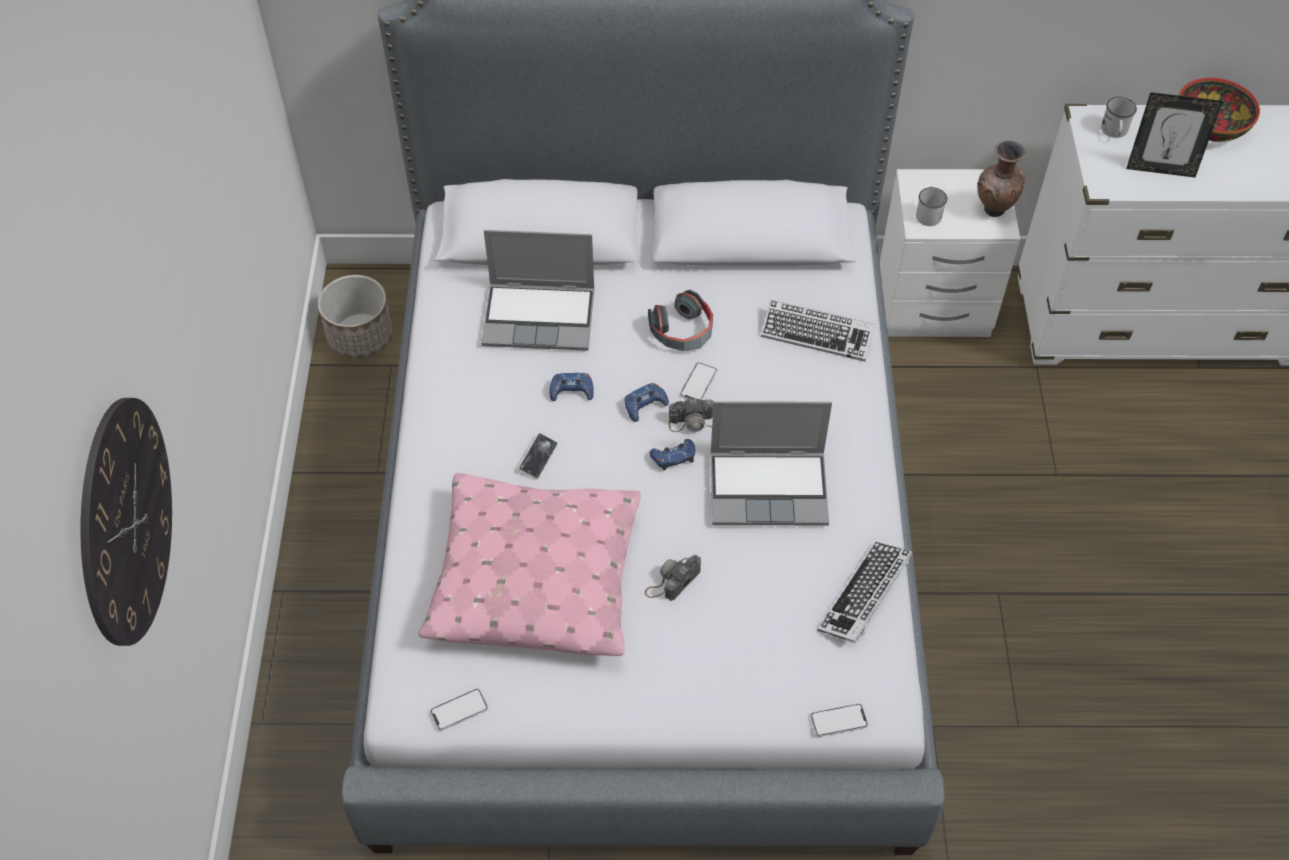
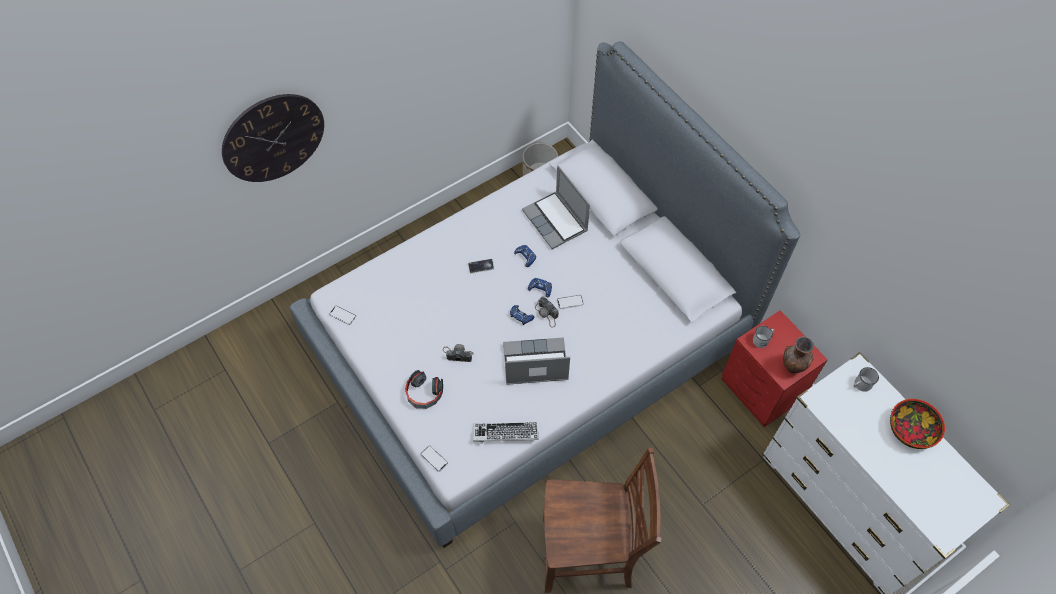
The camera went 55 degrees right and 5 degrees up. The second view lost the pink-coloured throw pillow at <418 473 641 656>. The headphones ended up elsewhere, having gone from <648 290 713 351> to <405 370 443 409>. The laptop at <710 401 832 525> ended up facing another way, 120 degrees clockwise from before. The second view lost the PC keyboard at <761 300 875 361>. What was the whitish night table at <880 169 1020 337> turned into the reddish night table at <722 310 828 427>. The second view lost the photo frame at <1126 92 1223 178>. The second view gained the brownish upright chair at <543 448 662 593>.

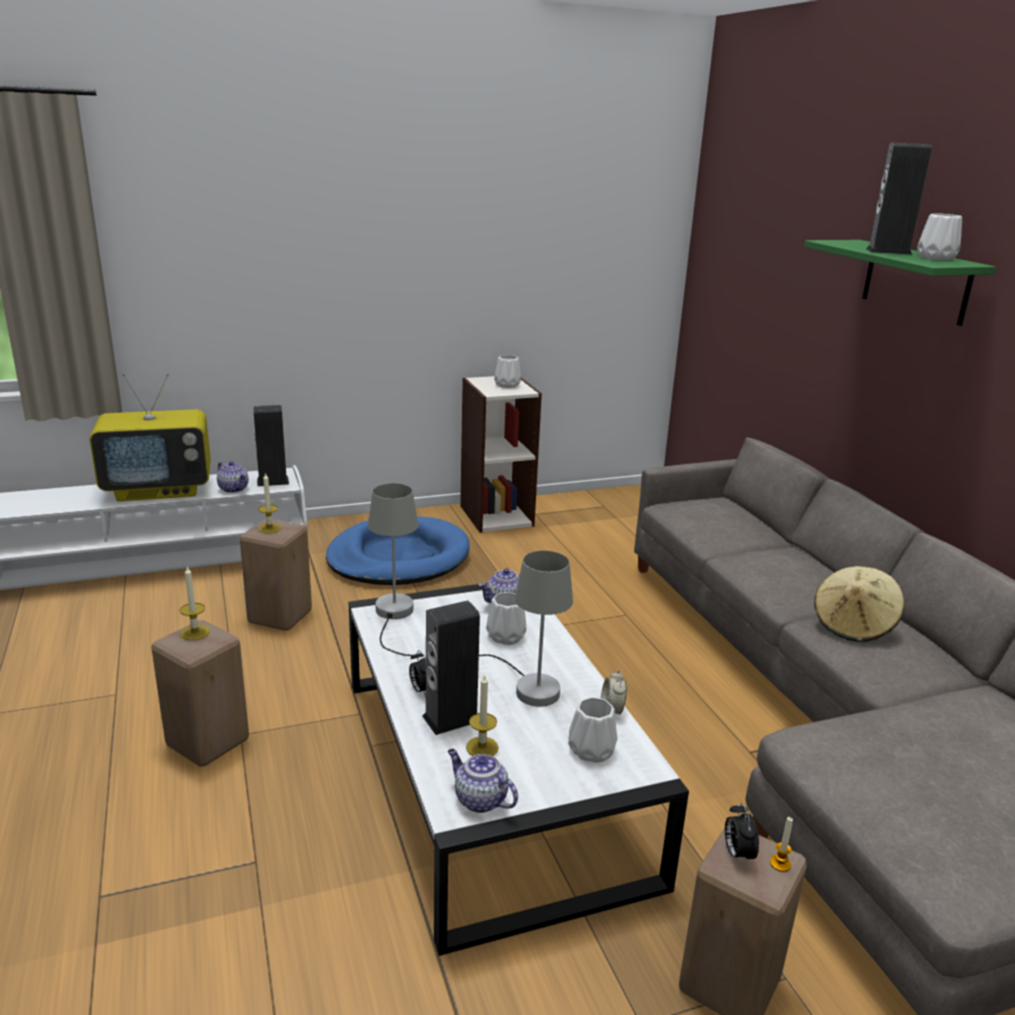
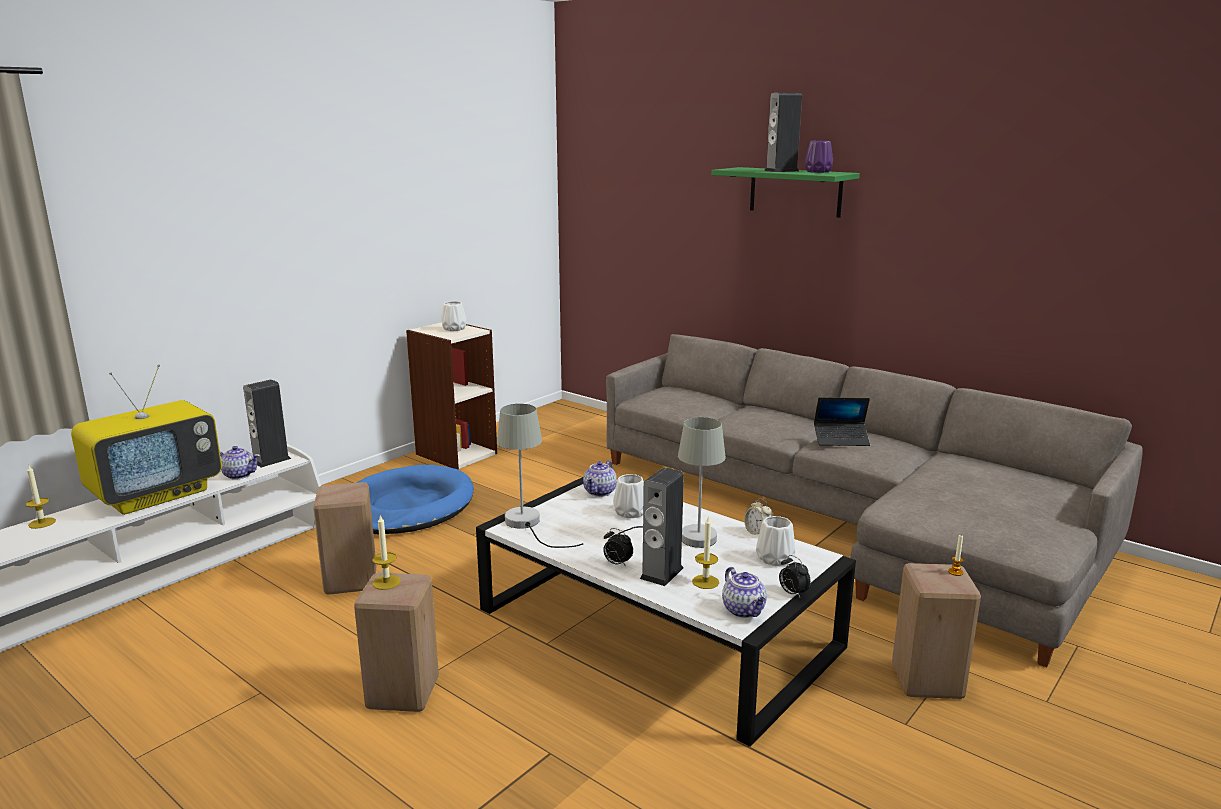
The camera went 30 degrees left and 5 degrees down. The wax candle ended up elsewhere, having gone from <258 472 281 533> to <26 466 56 529>. The pot for tea at <448 749 518 813> ended up facing another way, 120 degrees counterclockwise from before. The alarm clock ended up elsewhere, having gone from <725 803 759 865> to <779 555 811 598>. Where the beige-coloured hat stood at <814 566 904 642>, the laptop came to stand at <814 397 870 446>. What was the whitish flower vase at <917 214 962 261> turned into the purple-coloured flower vase at <805 141 833 173>.

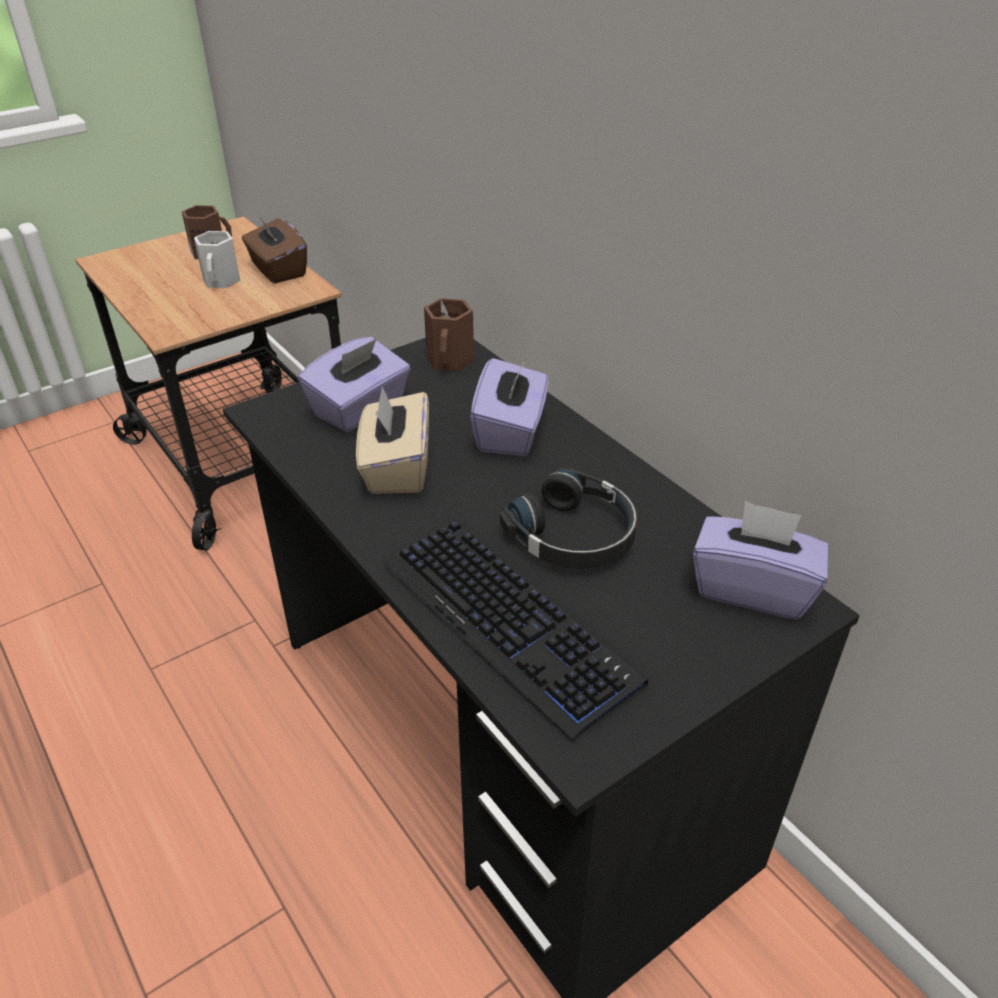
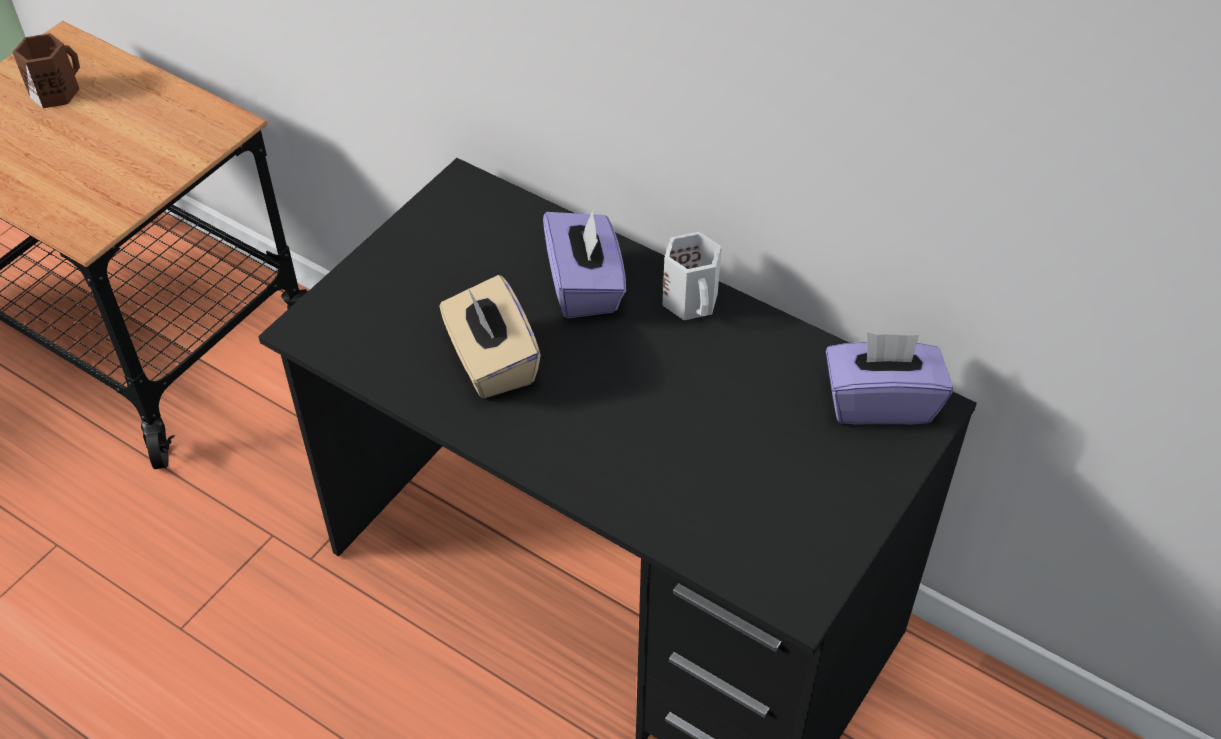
The camera went 20 degrees left and 10 degrees up. The whitish coffee mug ended up elsewhere, having gone from <194 231 241 288> to <662 232 722 320>. The second view lost the brownish tissue holder at <242 216 307 284>. The second view lost the purple-coloured tissue holder at <298 337 410 432>. The second view lost the PC keyboard at <384 520 648 739>. The second view lost the brownish coffee mug at <424 298 474 371>. The second view lost the black-coloured headphones at <500 468 637 569>.

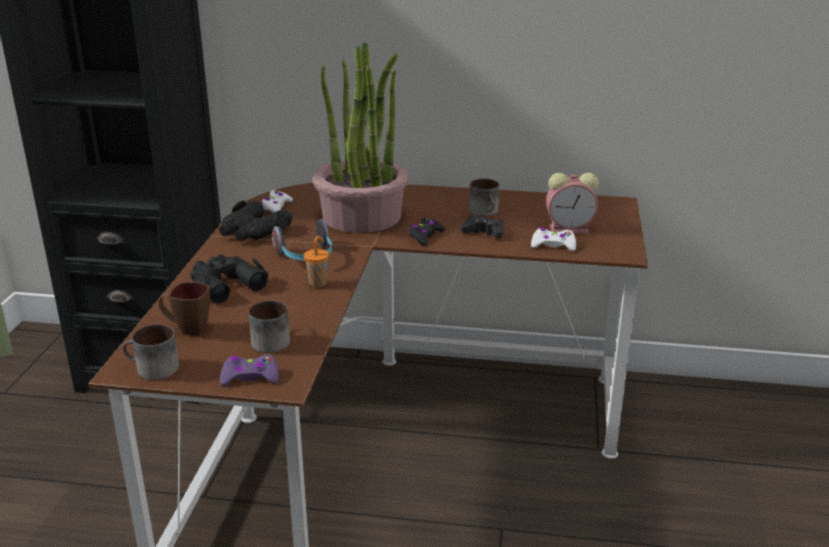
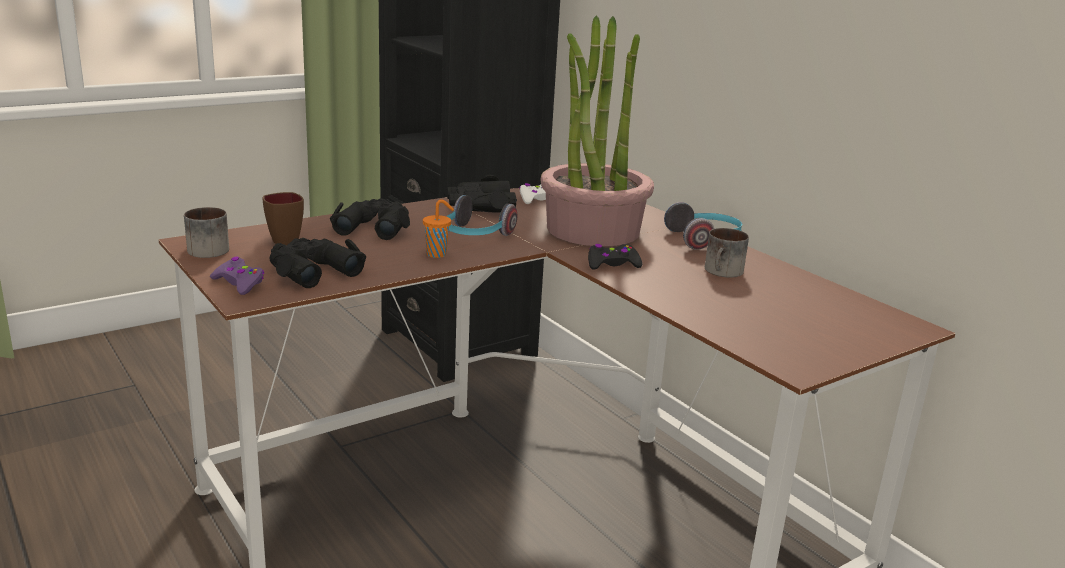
The camera went 45 degrees right and 5 degrees down. Where the coffee mug stood at <248 300 290 353>, the black-coloured binoculars came to stand at <270 238 366 288>. The second view lost the black-coloured game controller at <460 215 503 239>. The second view lost the whitish game controller at <531 227 576 251>. The second view lost the alarm clock at <546 173 599 234>. The second view gained the headphones at <664 202 742 250>.

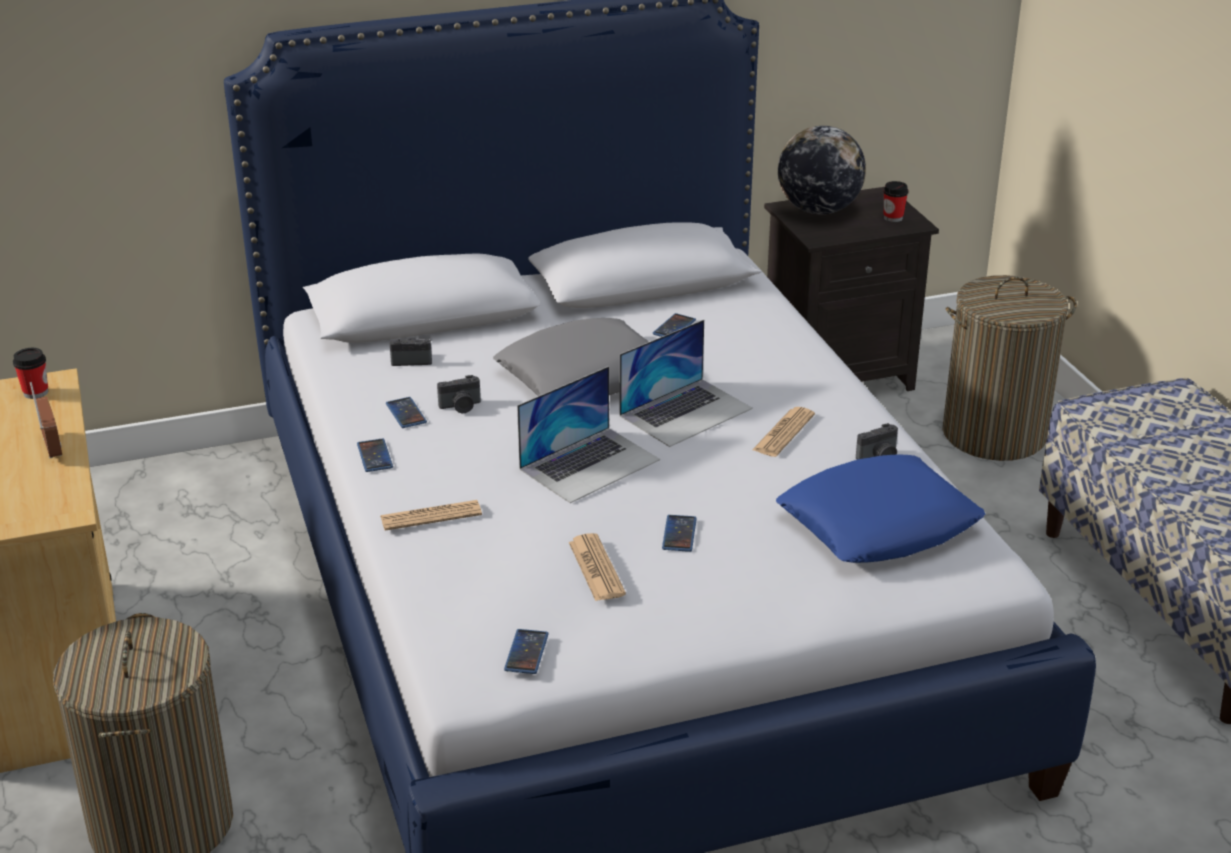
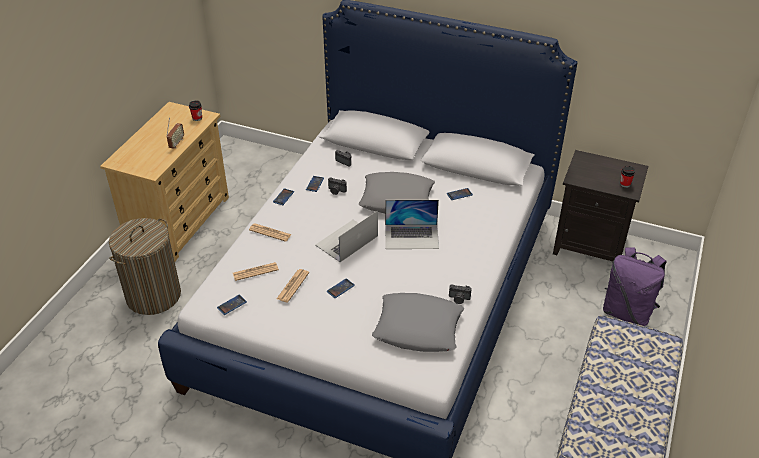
The camera went 40 degrees right and 10 degrees up. The laptop at <517 366 660 503> ended up facing another way, 135 degrees clockwise from before. The printed paper ended up elsewhere, having gone from <752 407 815 457> to <233 262 279 281>. What was the bluish throw pillow at <776 455 985 563> turned into the gray throw pillow at <372 293 464 352>. The second view lost the globe at <778 125 866 214>. Where the hamper stood at <942 275 1077 461>, the purple-coloured rucksack came to stand at <603 247 667 326>.

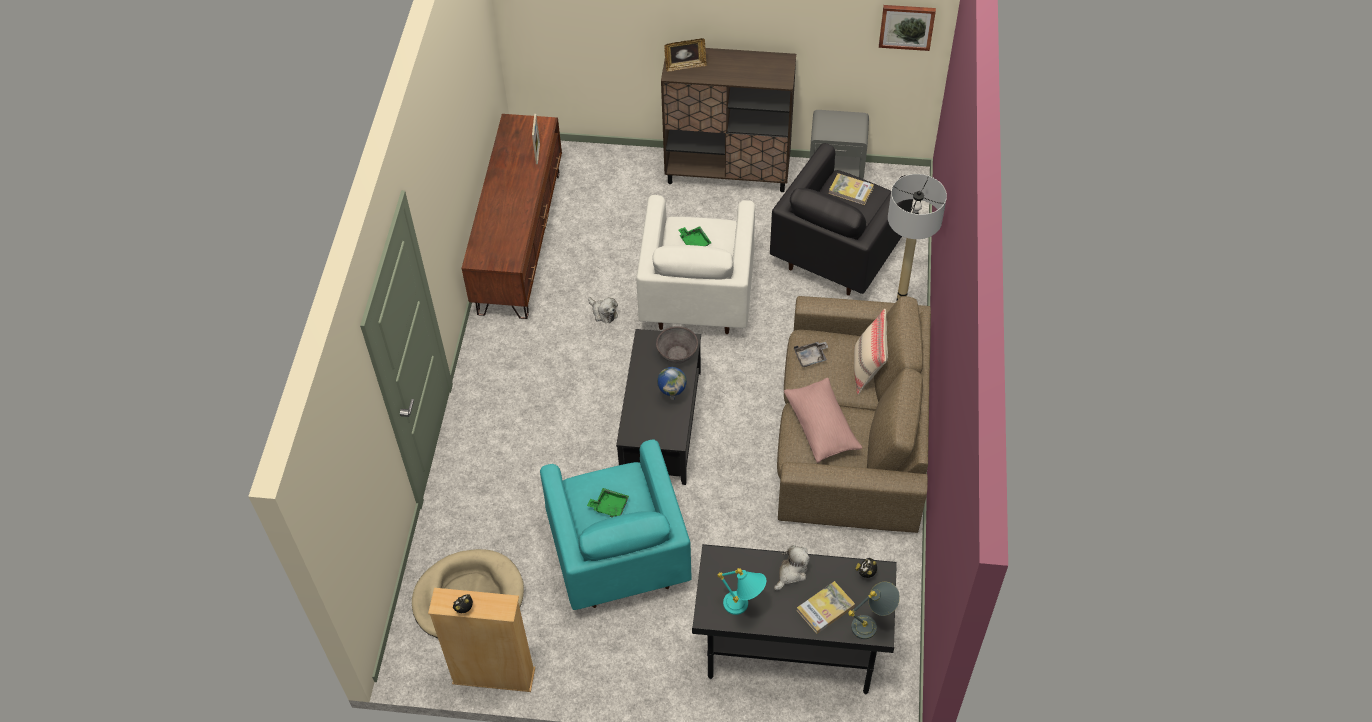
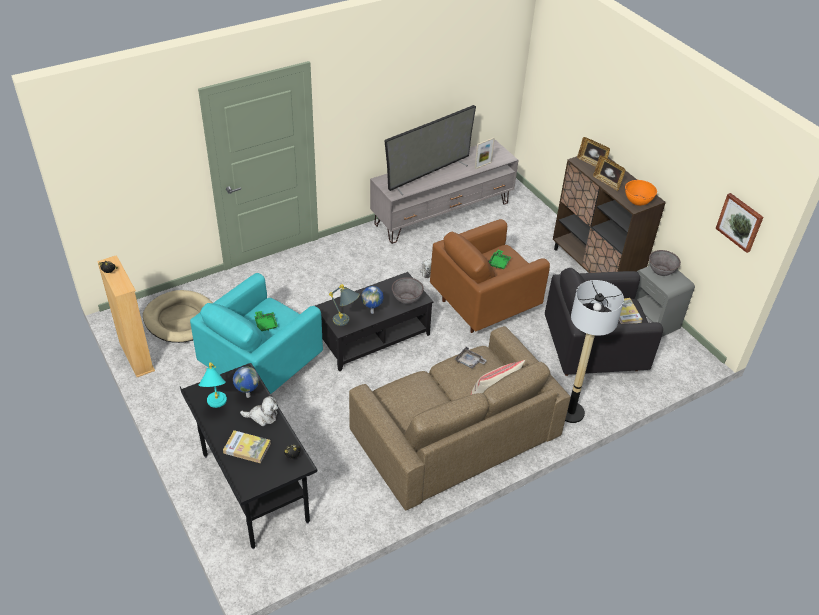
The camera went 50 degrees right and 10 degrees down. What was the brownish tv unit at <462 114 562 319> turned into the gray tv unit at <370 140 518 244>. What was the whitish lounge chair at <636 195 755 334> turned into the brownish lounge chair at <430 219 550 333>. The second view lost the pink-coloured throw pillow at <784 378 863 463>. The gray table lamp ended up elsewhere, having gone from <848 581 900 639> to <329 284 360 326>. The second view gained the globe at <233 366 259 398>. The second view gained the TV set at <384 105 476 196>. The second view gained the photo frame at <593 155 625 191>. The second view gained the orangey serving bowl at <625 180 657 206>. The second view gained the gray serving bowl at <649 250 681 276>.

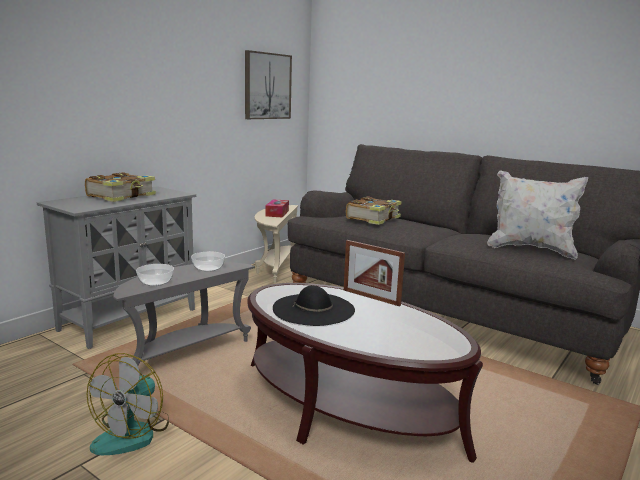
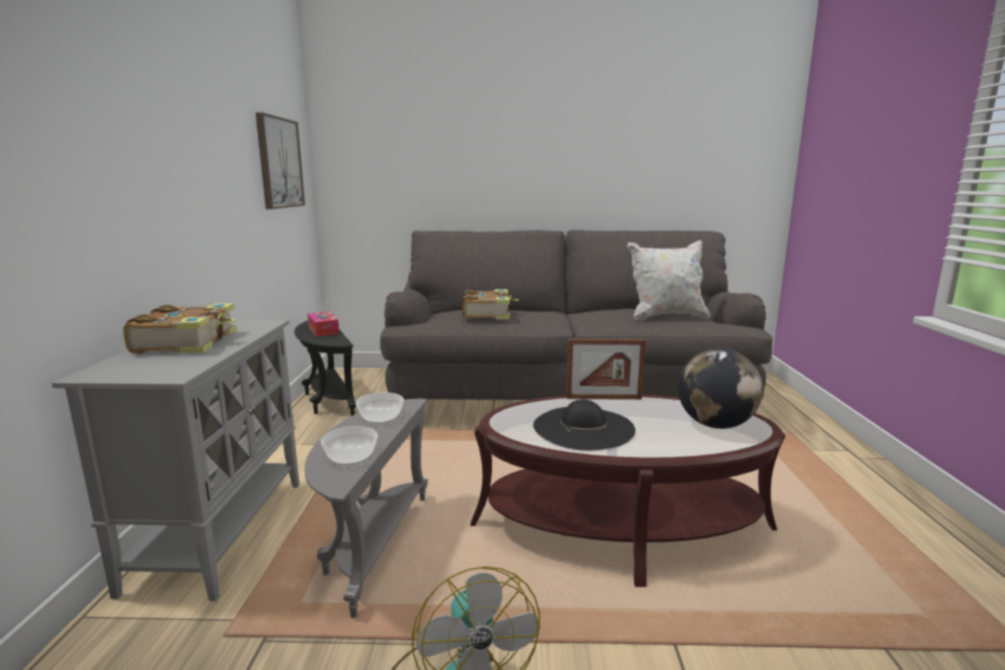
The camera went 35 degrees left and 0 degrees up. What was the beige-coloured side table at <254 205 298 283> turned into the black-coloured side table at <294 321 356 416>. The second view gained the globe at <678 348 763 429>.

